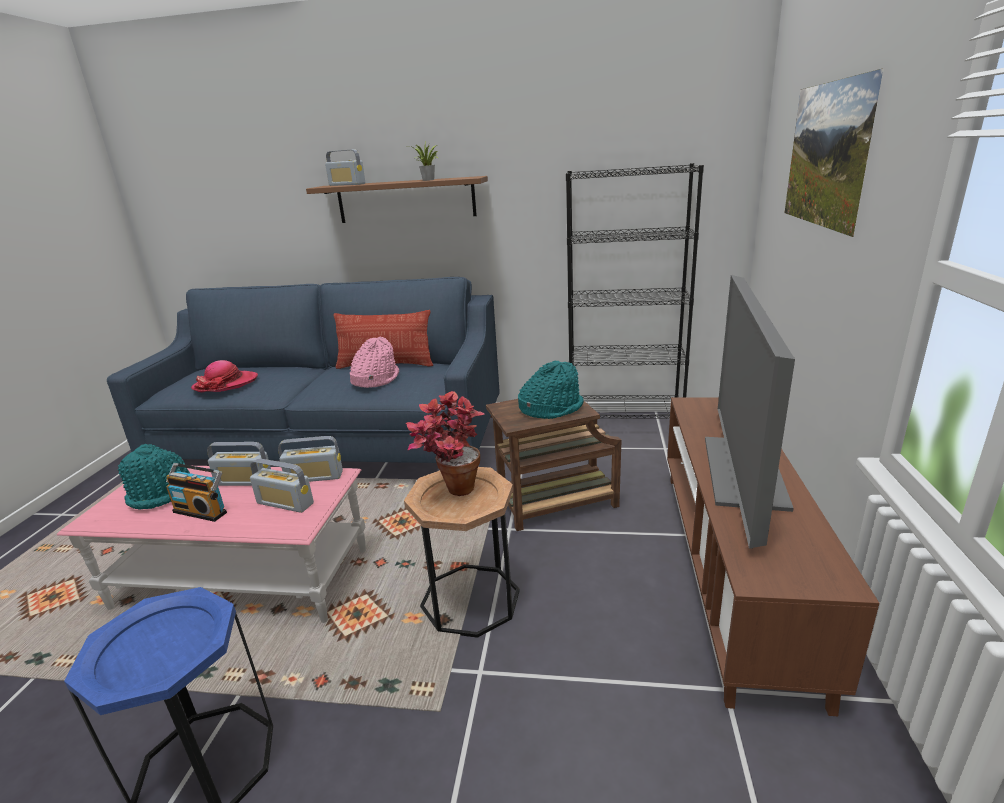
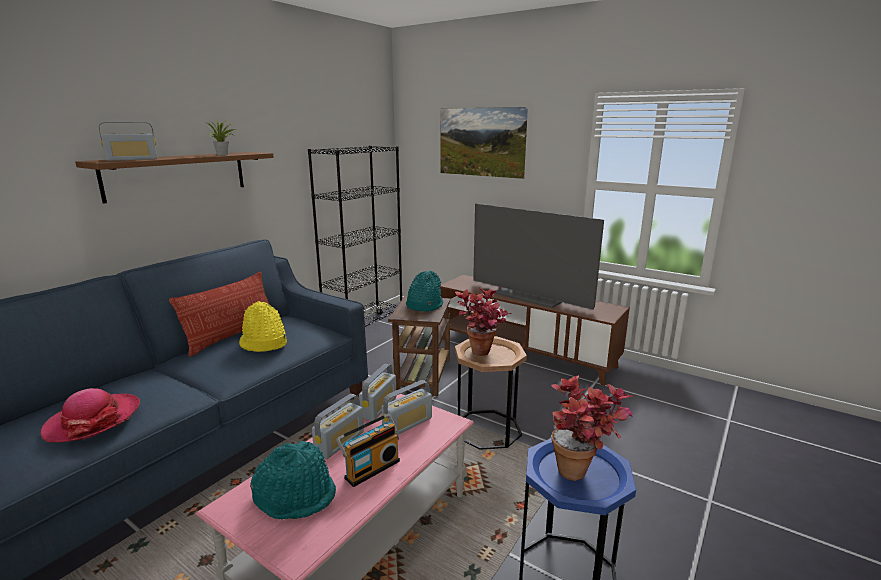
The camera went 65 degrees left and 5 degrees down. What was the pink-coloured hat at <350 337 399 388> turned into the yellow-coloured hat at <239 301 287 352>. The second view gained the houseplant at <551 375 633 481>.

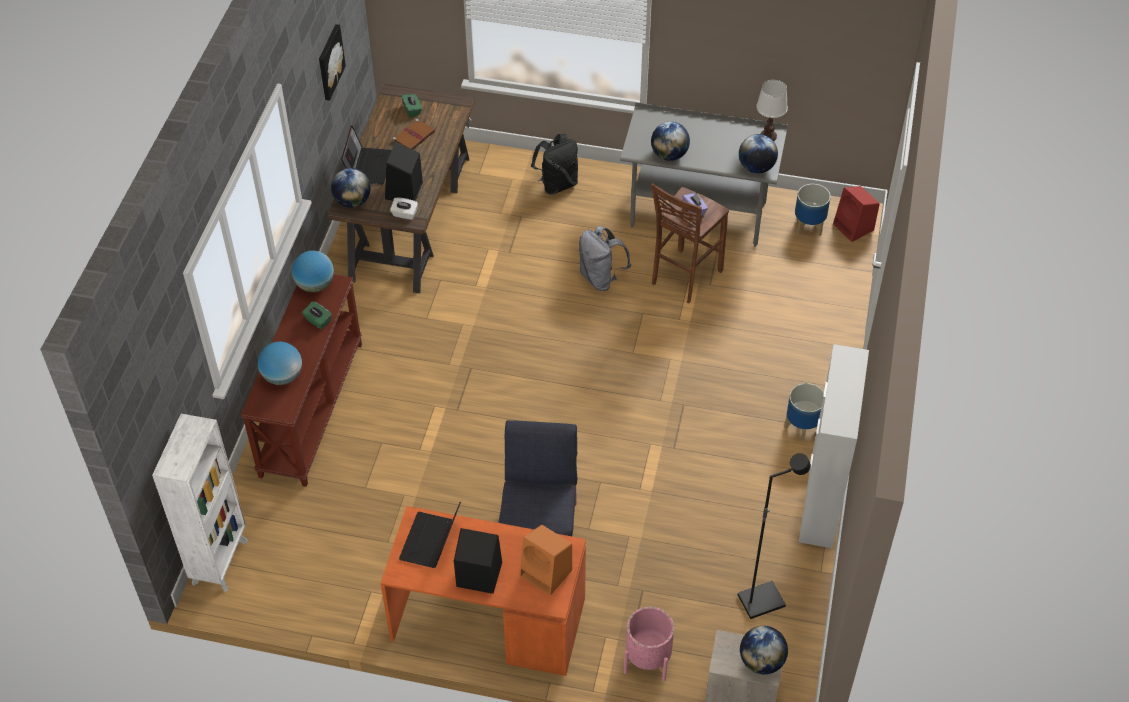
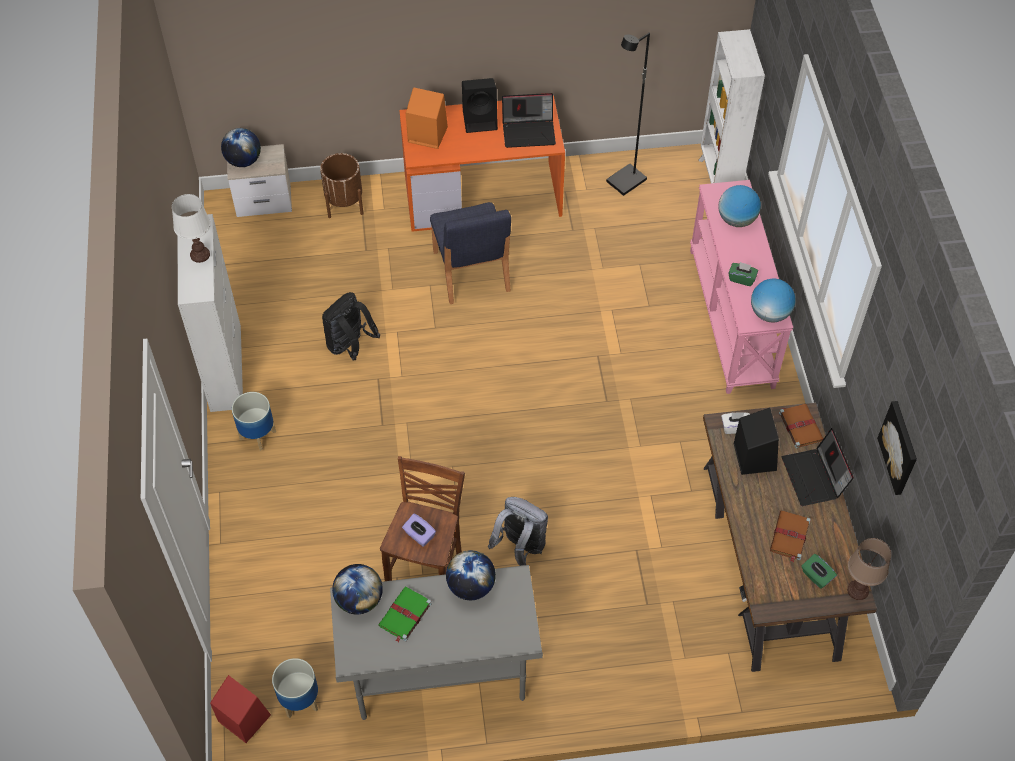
The camera went 160 degrees right and 5 degrees up. What was the brownish console table at <240 274 362 487> turned into the pink-coloured console table at <690 180 793 394>. Where the globe stood at <331 168 371 208>, the brownish volume came to stand at <779 404 823 448>. The laptop at <399 502 461 568> ended up facing another way, 90 degrees clockwise from before. The black-coloured rucksack ended up elsewhere, having gone from <531 134 578 195> to <322 292 380 360>. What was the pink-coloured flower pot at <624 607 674 681> turned into the brownish flower pot at <320 153 364 218>. The black-coloured floor lamp ended up elsewhere, having gone from <738 453 811 619> to <606 33 650 196>. The whitish table lamp ended up elsewhere, having gone from <756 80 788 141> to <172 194 211 263>. The second view gained the greenish volume at <378 587 432 642>. The second view gained the brownish table lamp at <847 538 891 600>.

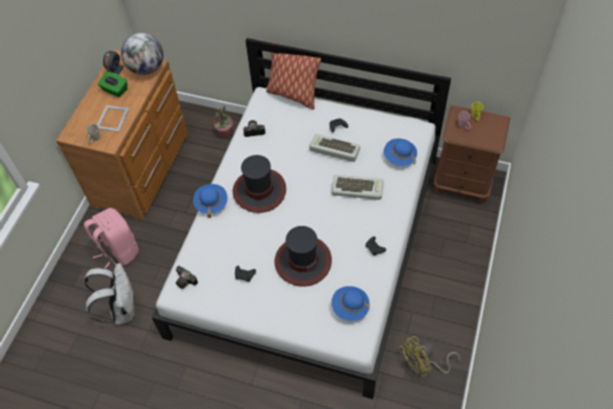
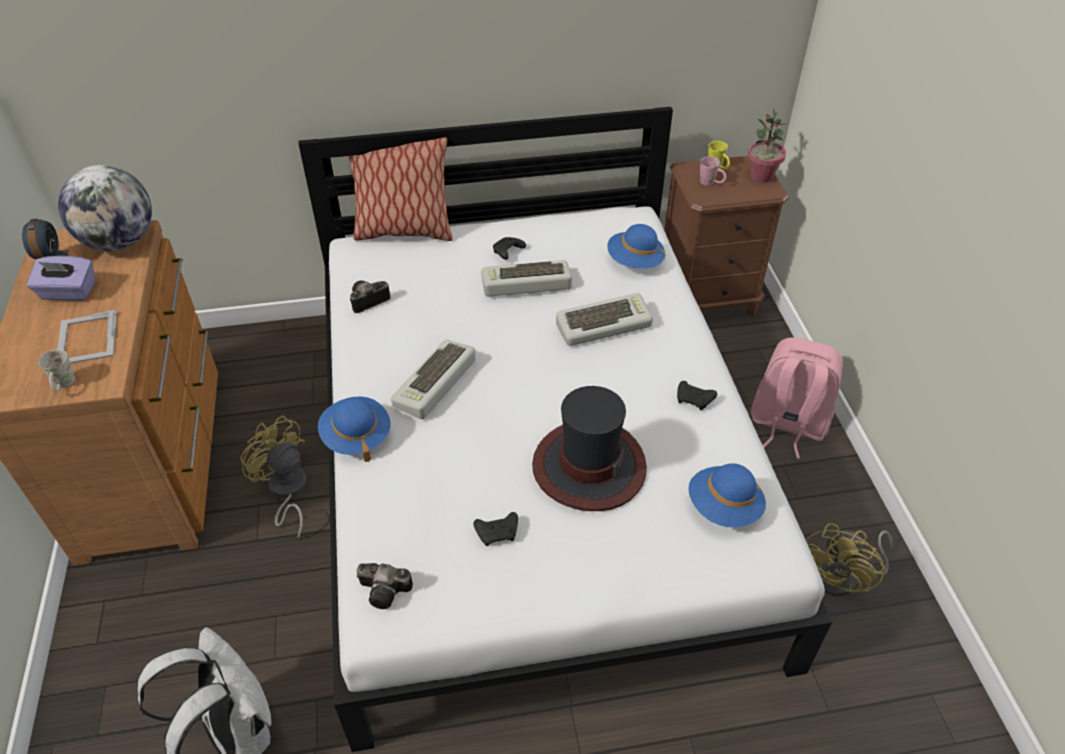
The camera went 30 degrees left and 10 degrees down. The pink-coloured rucksack ended up elsewhere, having gone from <84 208 139 269> to <751 337 843 459>. What was the greenish tissue holder at <98 71 127 97> turned into the purple-coloured tissue holder at <27 256 95 301>. The houseplant ended up elsewhere, having gone from <214 106 233 137> to <748 108 786 182>. Where the hat stood at <233 155 286 213>, the PC keyboard came to stand at <391 340 476 419>. The second view gained the yellow-coloured electric fan at <240 415 307 539>.

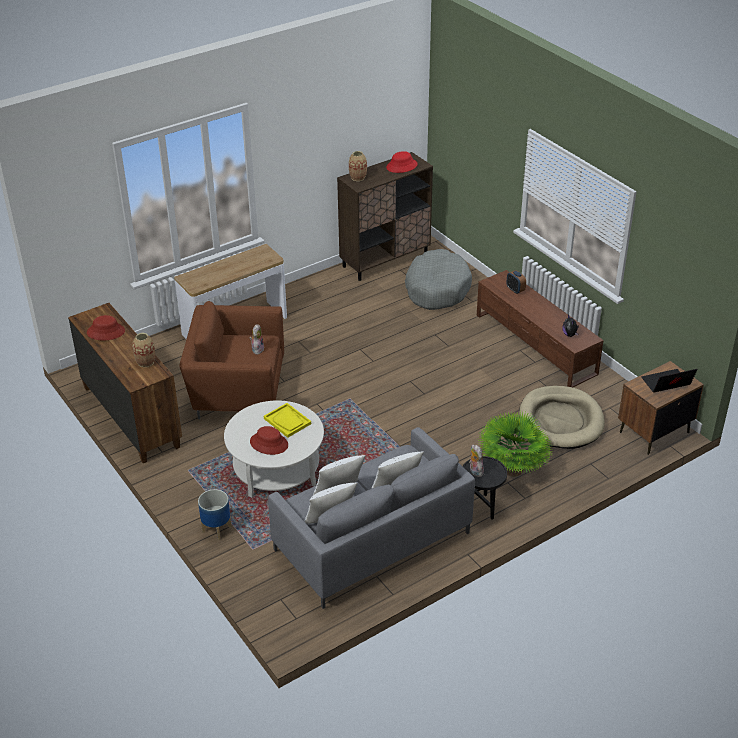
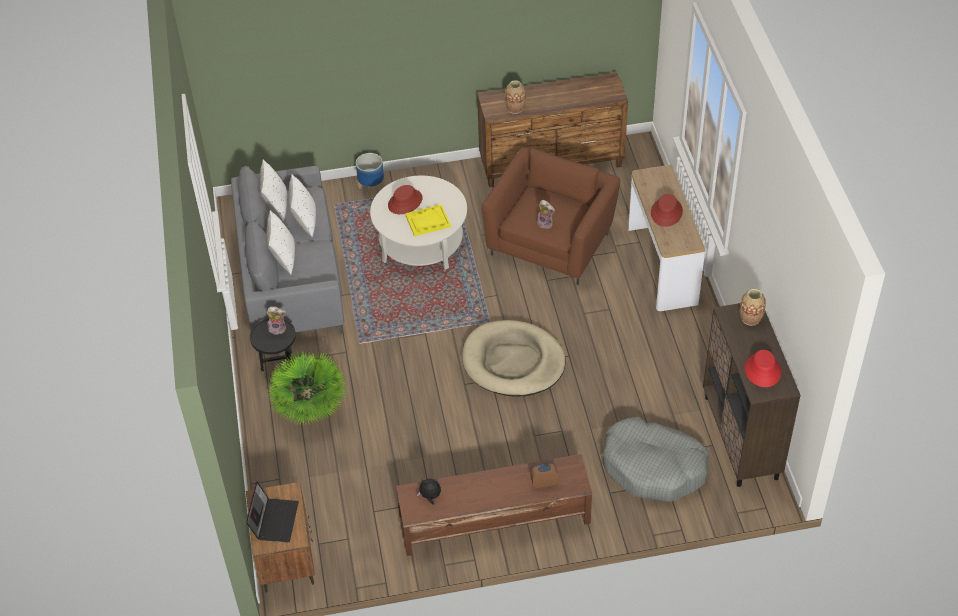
The camera went 115 degrees right and 10 degrees up. The reddish hat ended up elsewhere, having gone from <87 315 125 340> to <651 194 683 227>. The beige-coloured dog cushion ended up elsewhere, having gone from <519 386 604 449> to <462 320 566 397>.

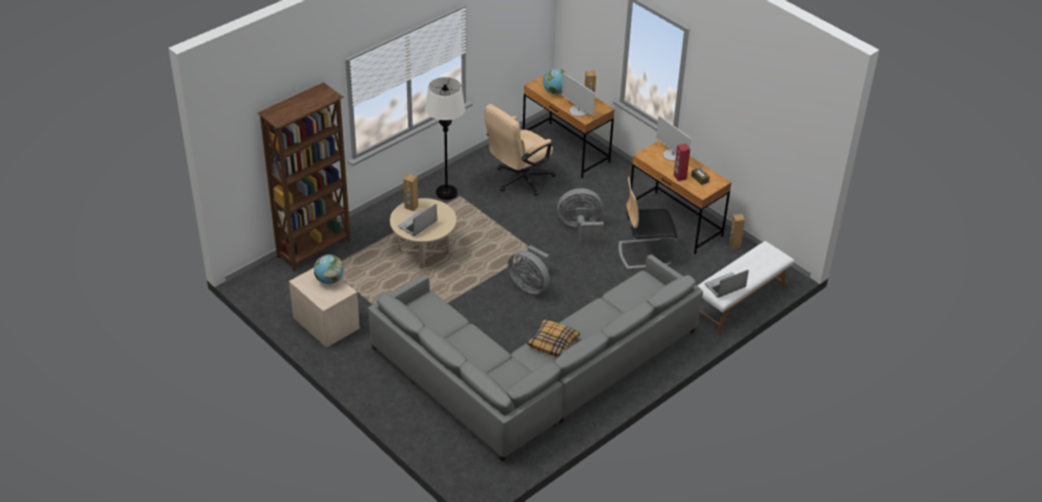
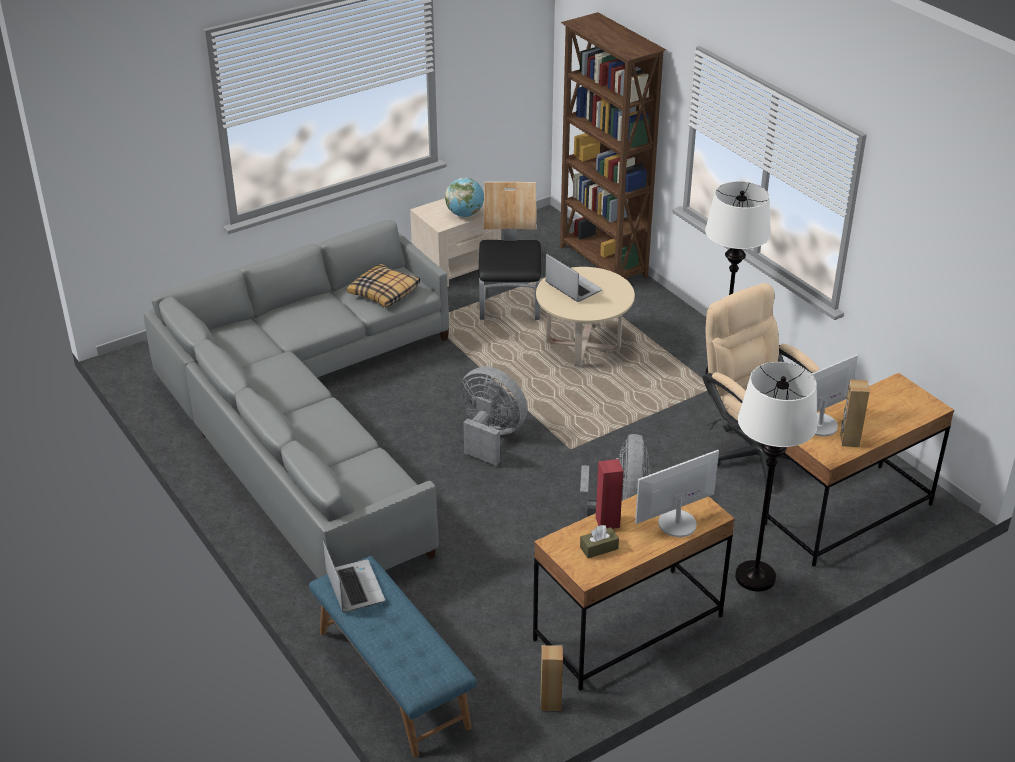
The camera went 100 degrees right and 5 degrees down. The second view lost the brownish speaker at <403 174 418 211>. The gray electric fan at <508 245 550 294> ended up facing another way, 75 degrees clockwise from before. The throw pillow ended up elsewhere, having gone from <527 319 580 357> to <347 264 420 308>. The second view lost the globe at <543 68 567 94>. The upright chair ended up elsewhere, having gone from <618 177 677 269> to <479 182 541 320>. What was the whitish bench at <697 241 794 334> turned into the bluish bench at <309 556 477 757>. The second view gained the whitish floor lamp at <735 362 817 591>.

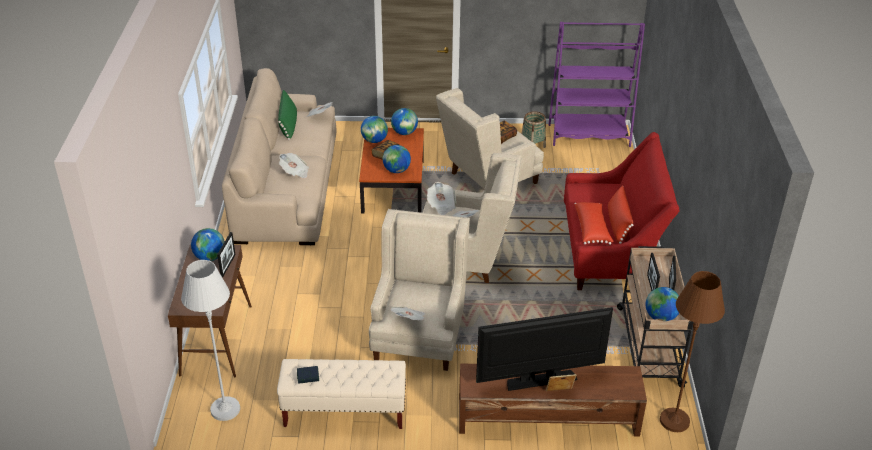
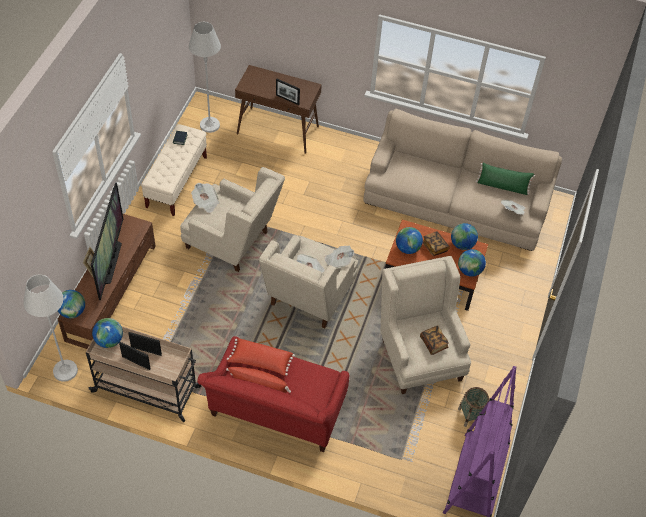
The camera went 105 degrees right and 15 degrees up. The globe ended up elsewhere, having gone from <191 228 225 261> to <58 290 85 318>. The second view lost the printed paper at <279 153 309 178>. What was the brownish floor lamp at <660 271 725 432> turned into the whitish floor lamp at <23 274 78 382>.

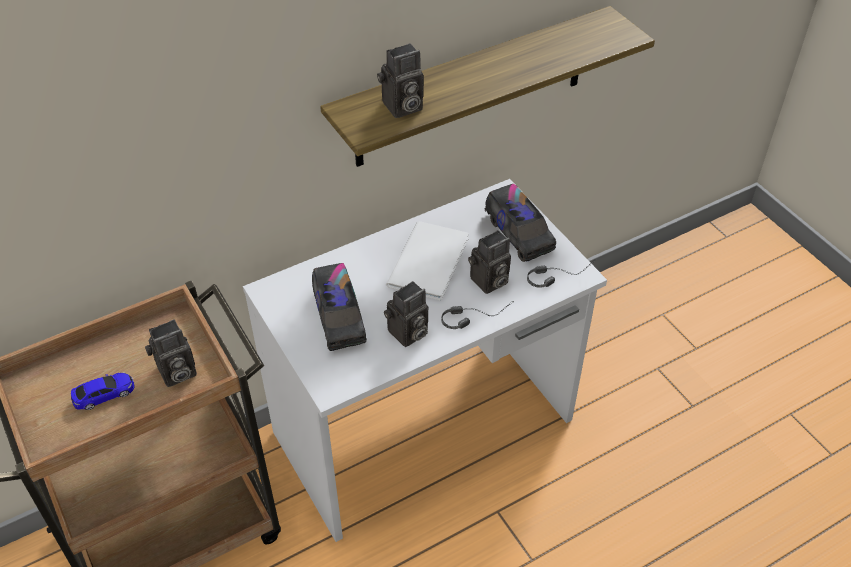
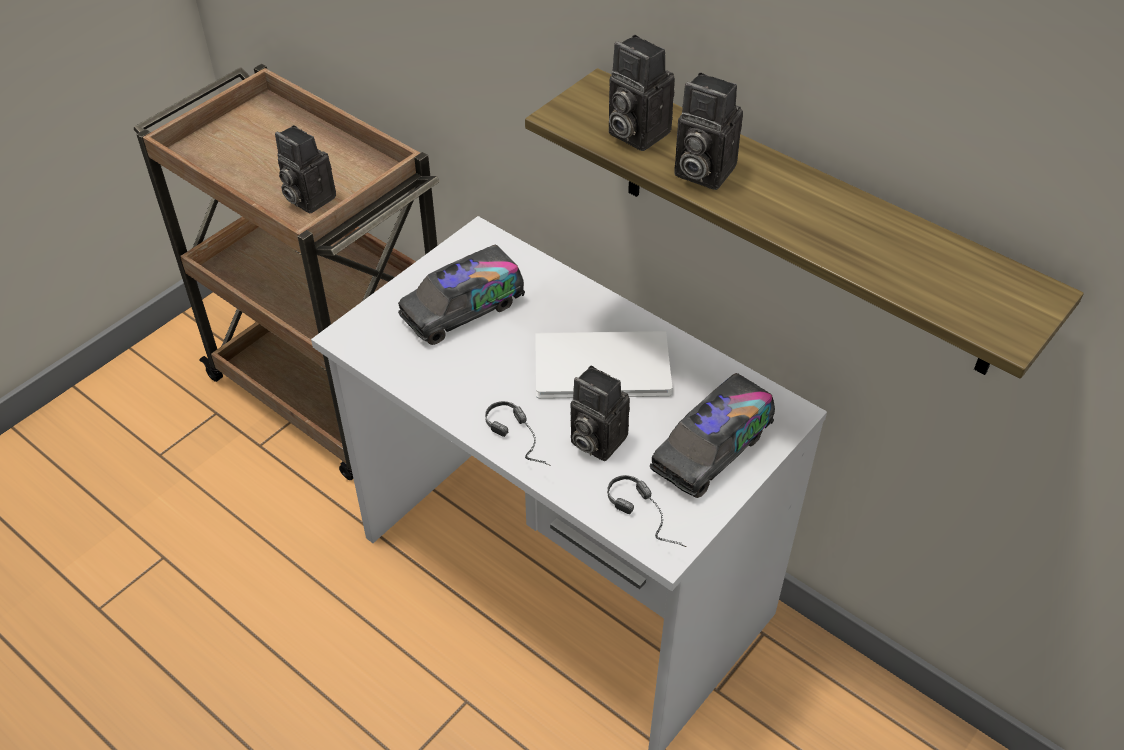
The camera went 70 degrees right and 0 degrees up. The second view lost the toy car at <71 373 135 410>. The photo camera ended up elsewhere, having gone from <384 281 428 347> to <674 72 743 190>.

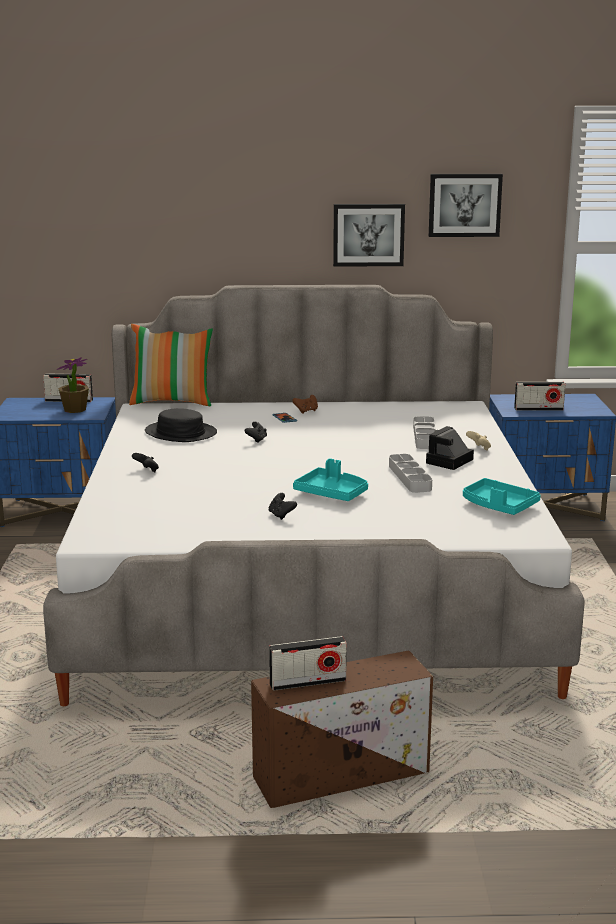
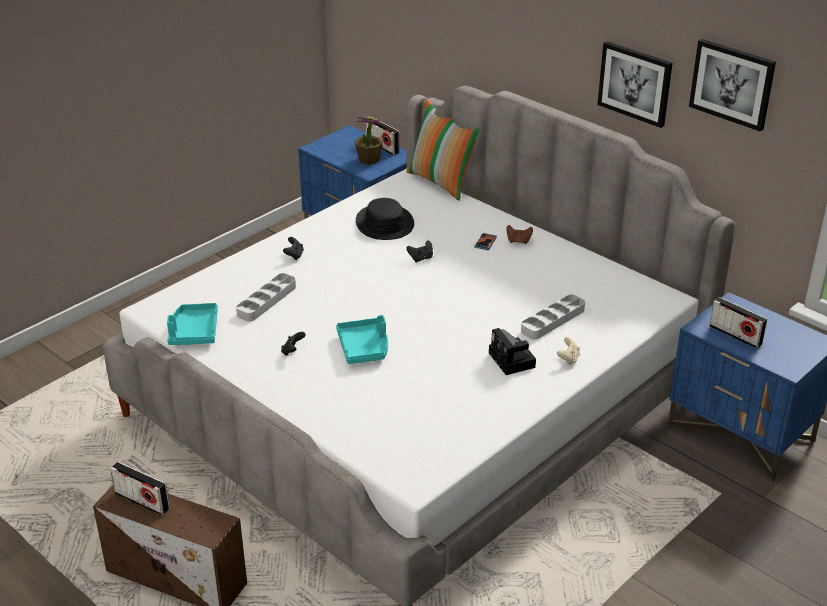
The camera went 45 degrees right and 15 degrees up. The gray serving tray ended up elsewhere, having gone from <389 454 432 493> to <236 273 296 322>. The photo camera at <426 426 474 470> ended up facing another way, 105 degrees counterclockwise from before. The turquoise serving tray ended up elsewhere, having gone from <463 478 541 515> to <167 303 218 345>.

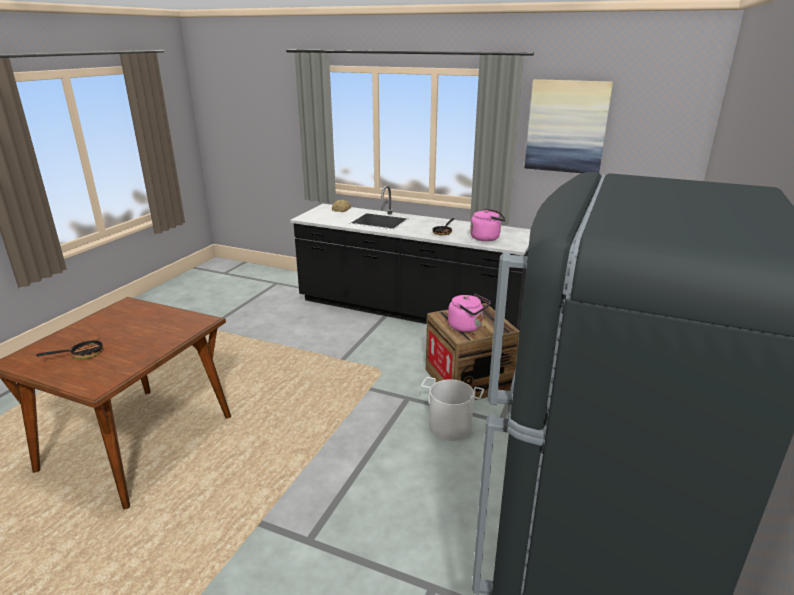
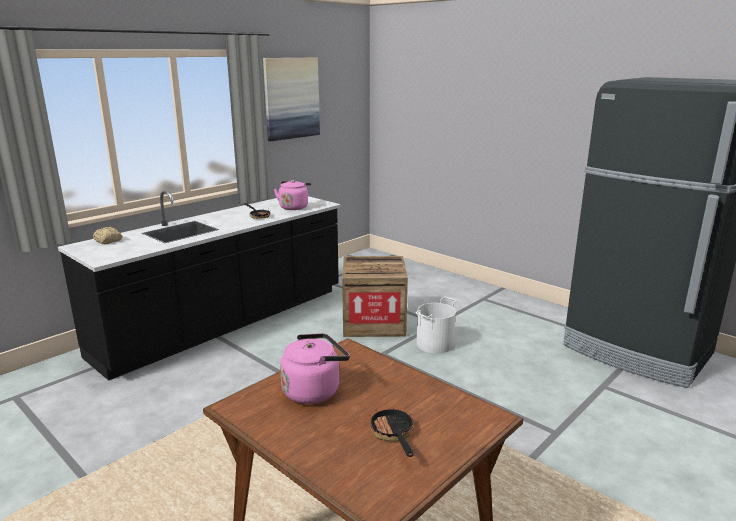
The camera went 70 degrees left and 5 degrees down. The pink-coloured water kettle ended up elsewhere, having gone from <448 293 491 332> to <280 333 350 404>.

